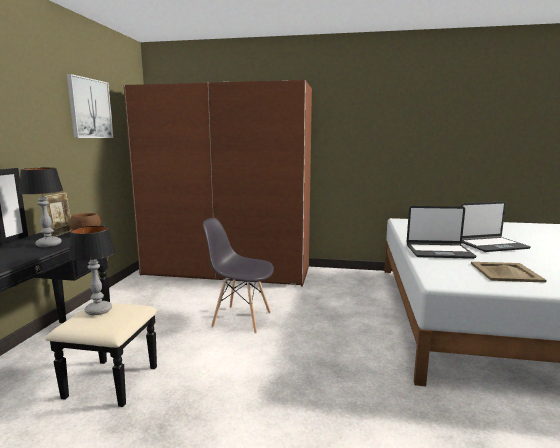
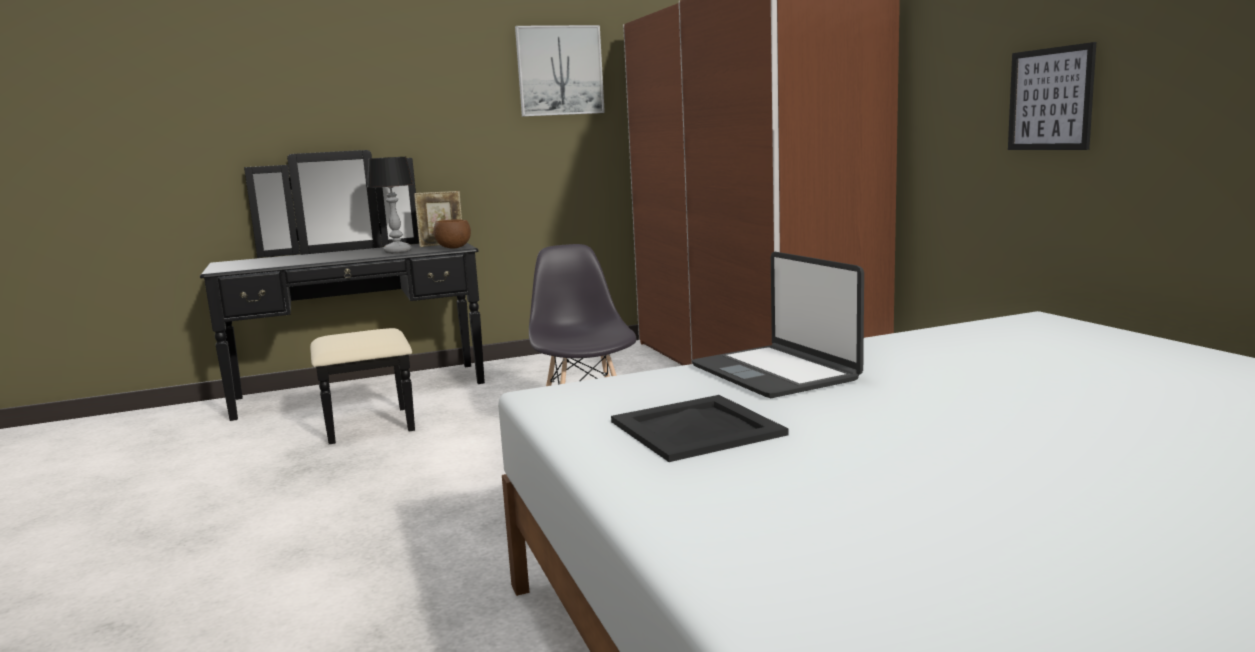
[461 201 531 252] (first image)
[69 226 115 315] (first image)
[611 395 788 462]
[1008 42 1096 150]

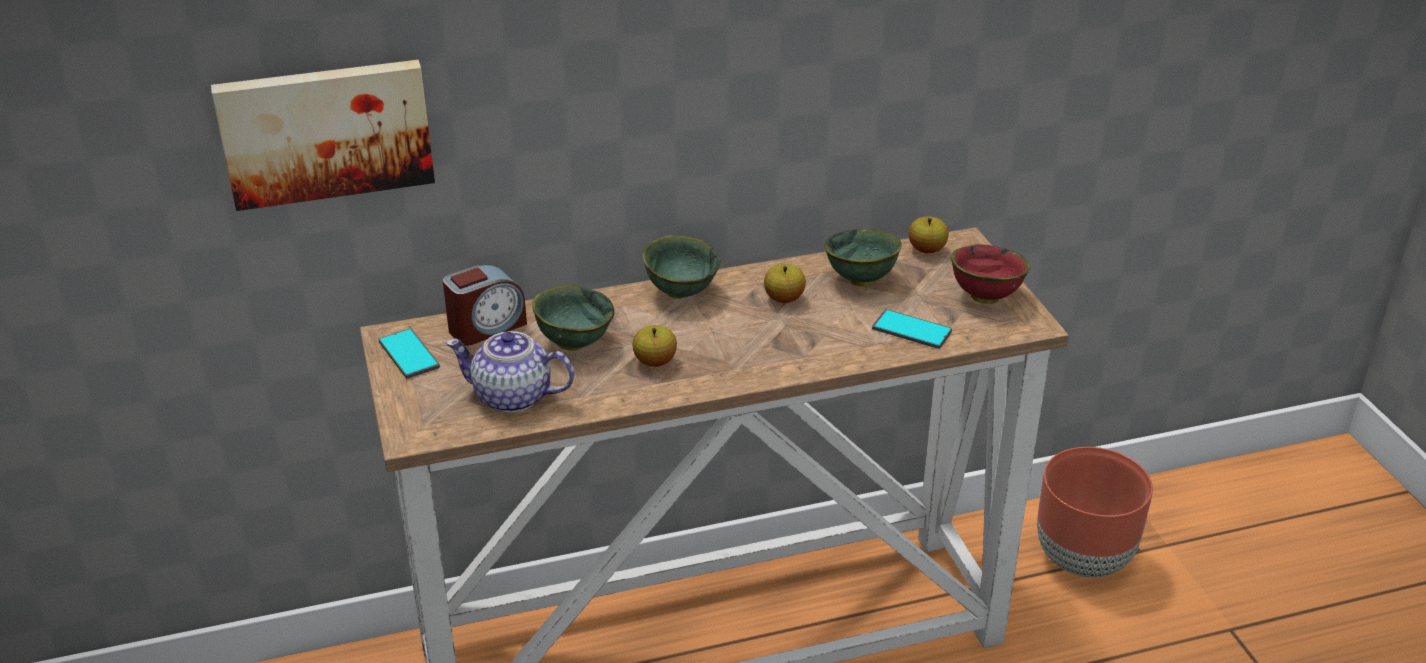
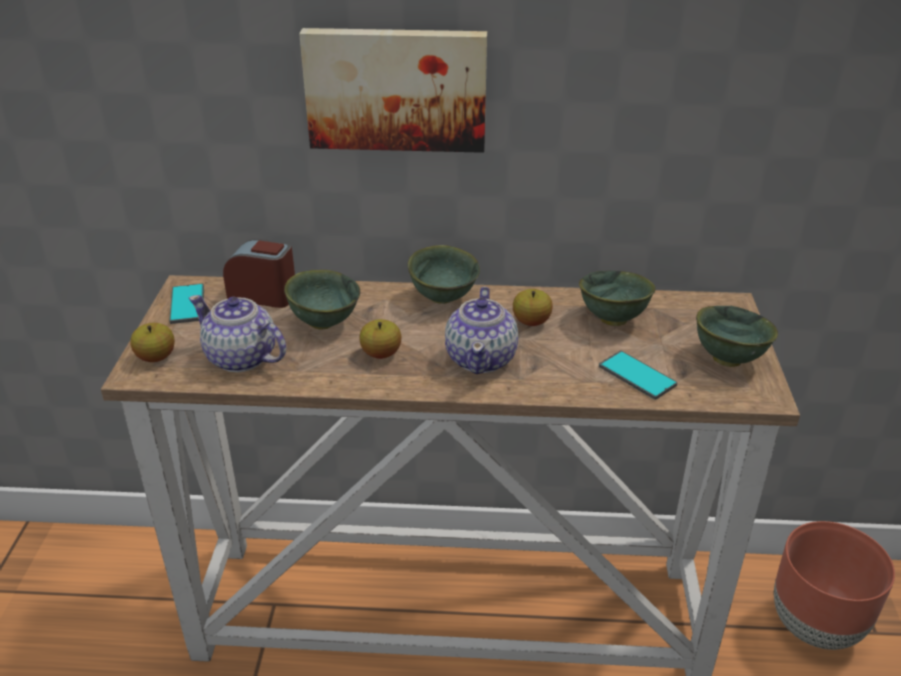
[299 28 487 153]
[130 323 175 362]
[696 306 778 367]
[223 239 295 308]
[445 287 518 374]

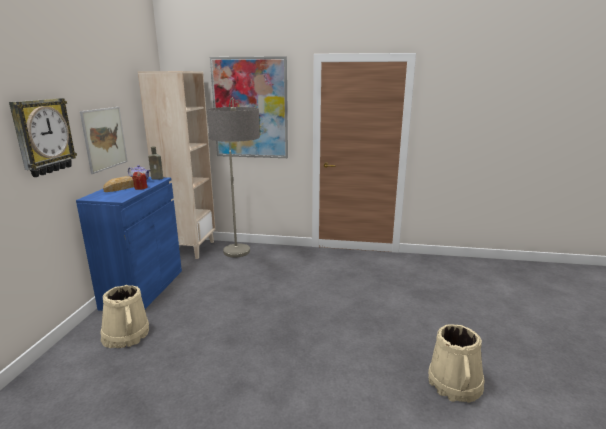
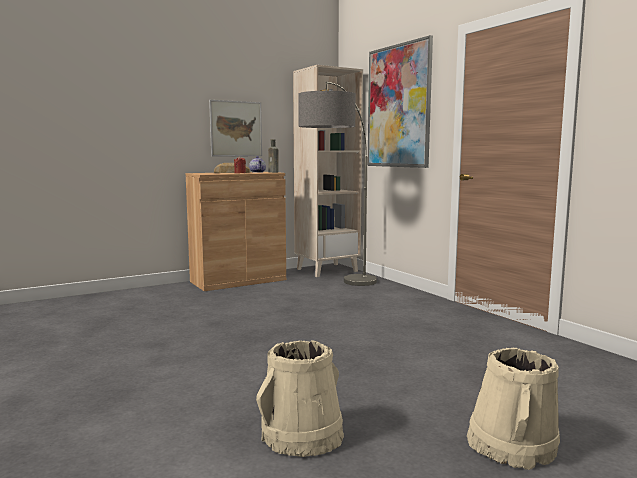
[9 98 77 177] (first image)
[186 172 286 291]
[467 348 560 470]

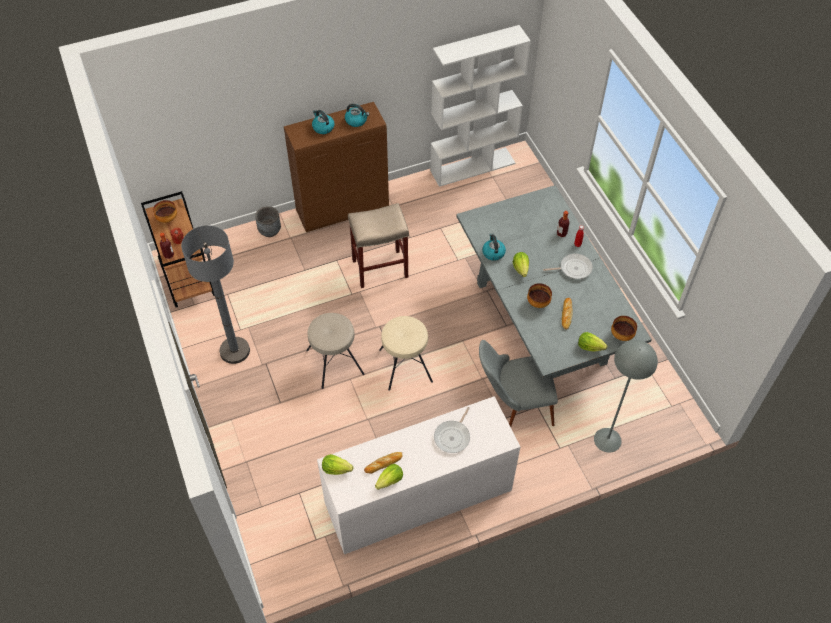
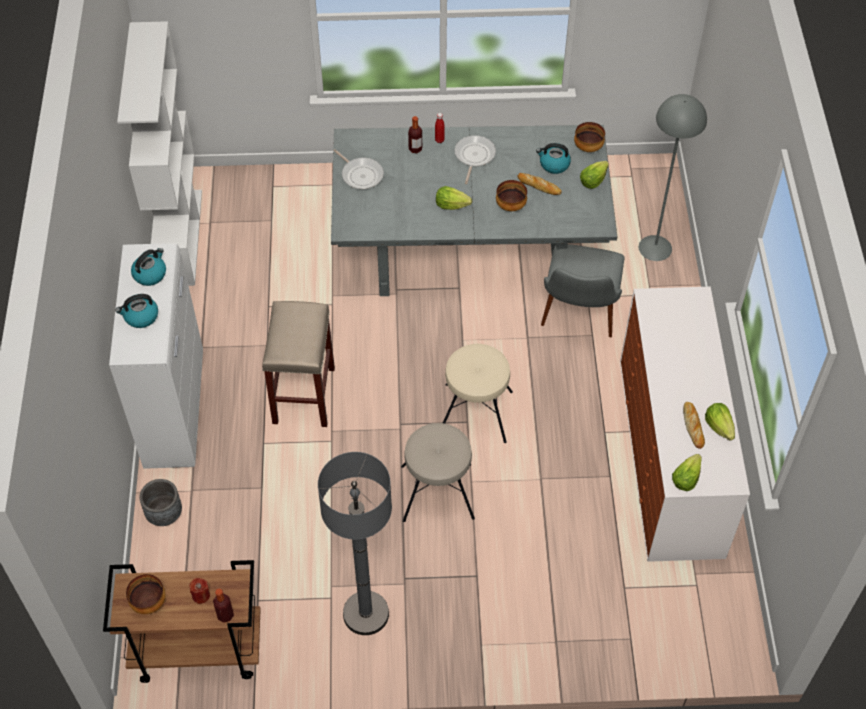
[109 243 203 469]
[536 143 571 174]
[333 149 384 189]

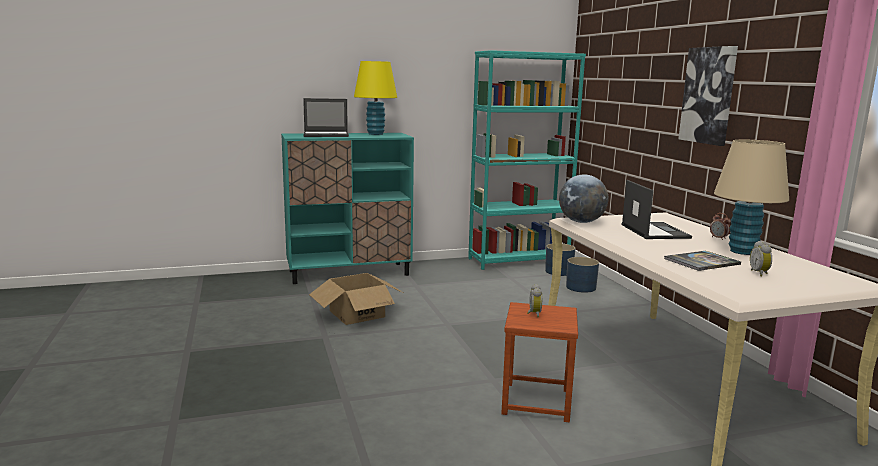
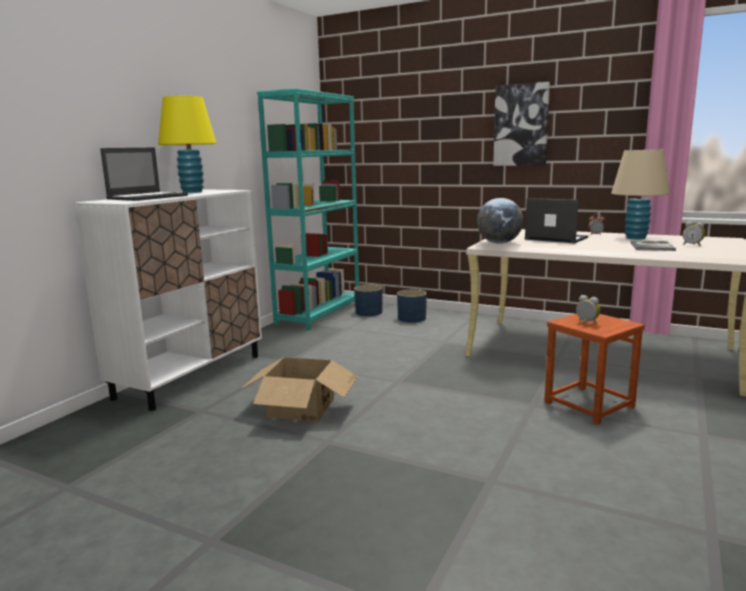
[74 189 262 411]

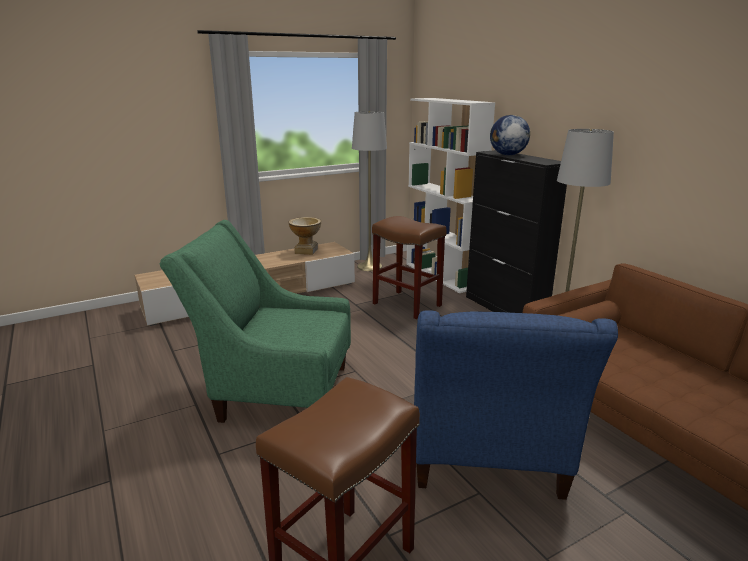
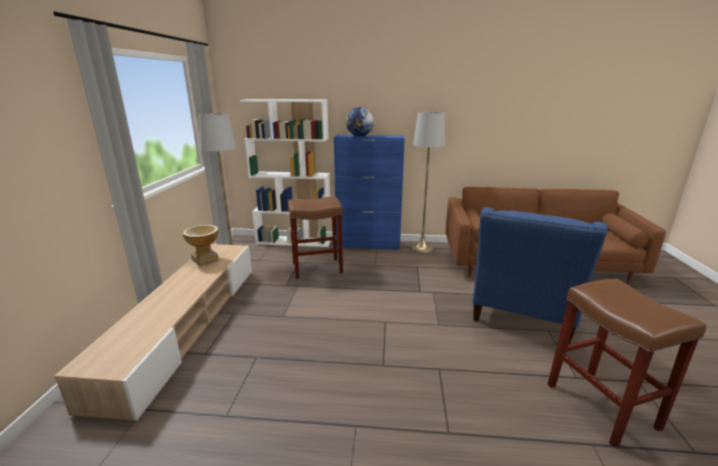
[334 135 405 250]
[160 220 351 423] (first image)
[473 207 608 344]

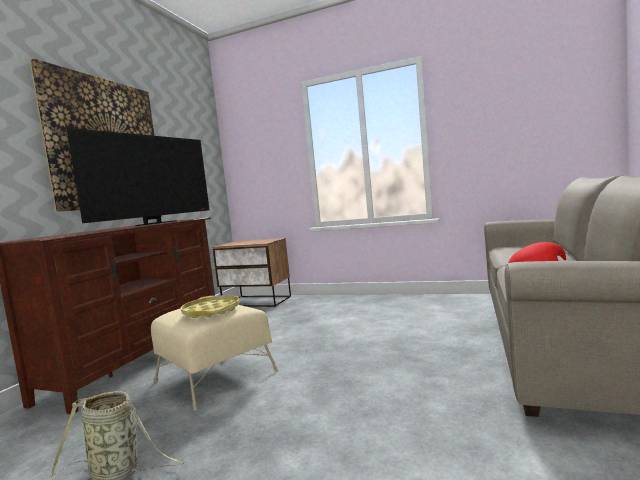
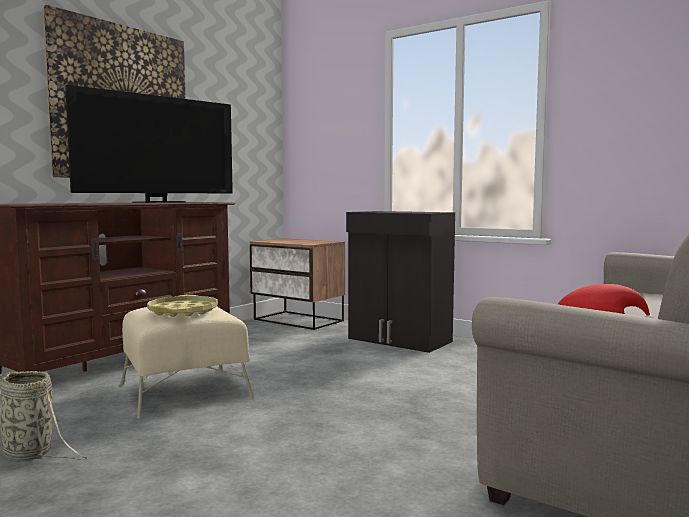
[346 211 455 353]

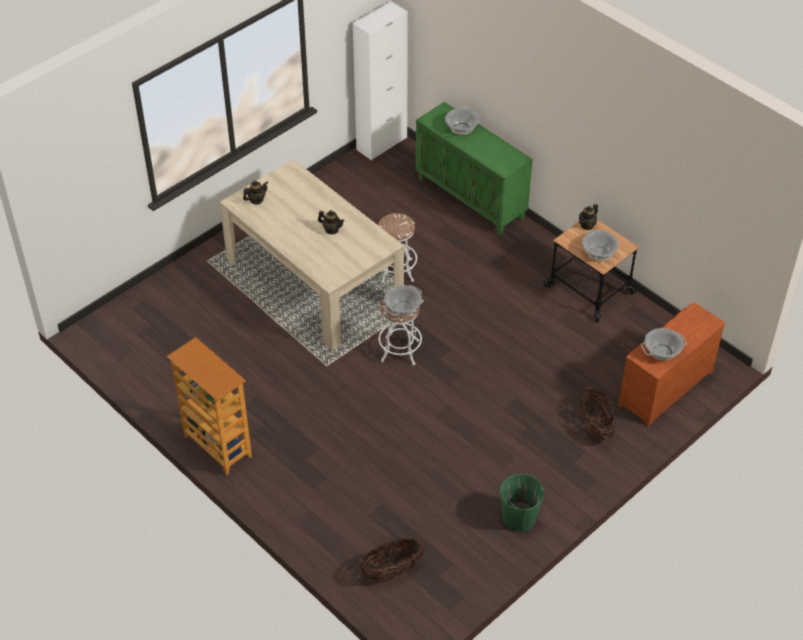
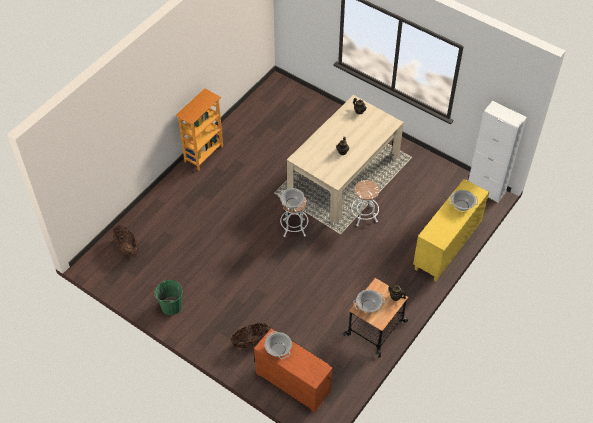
[413 179 489 282]

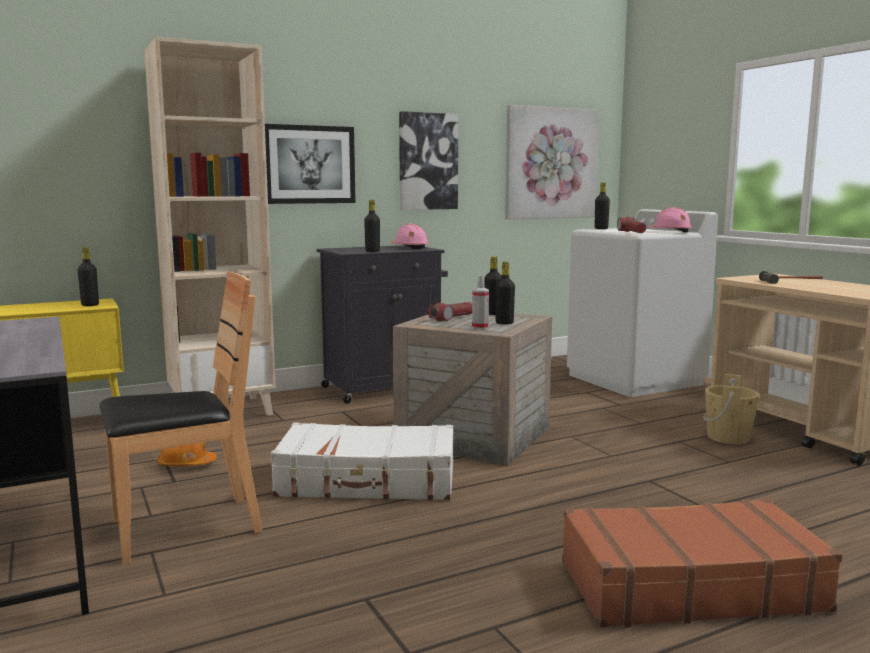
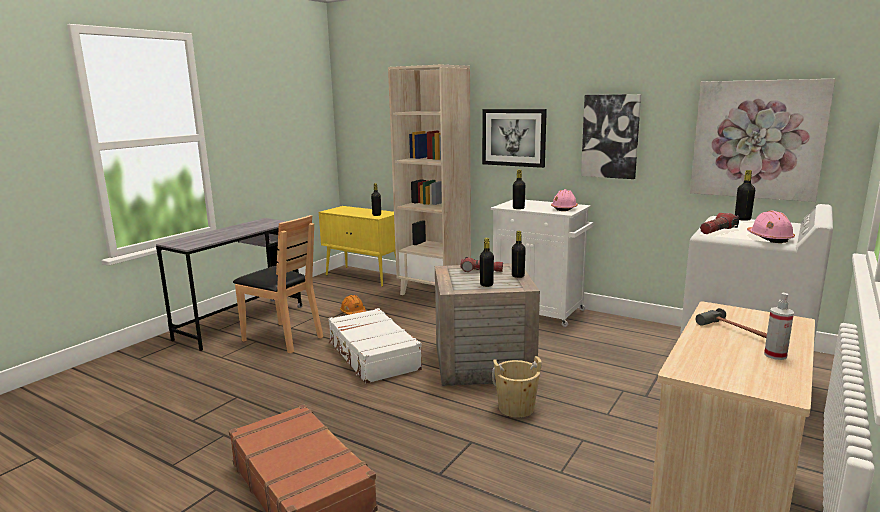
[491 200 593 327]
[764 293 794 360]
[492 356 542 418]

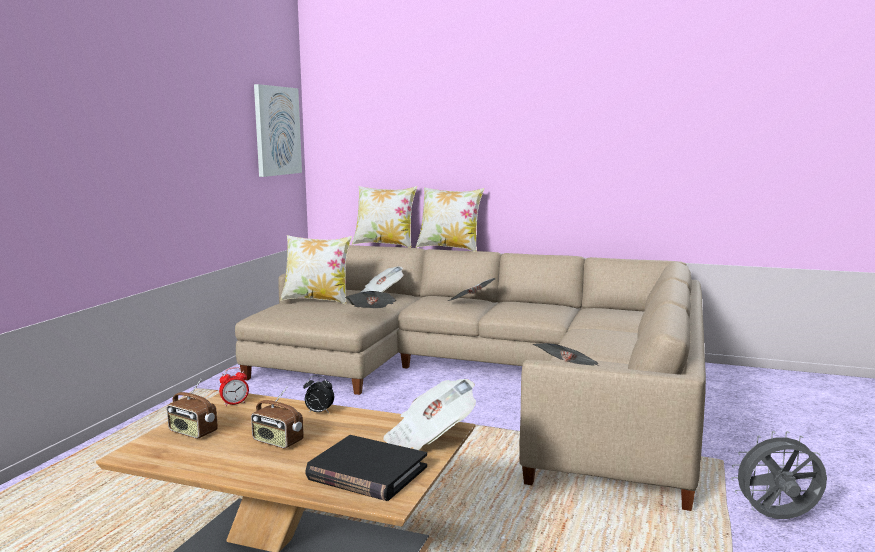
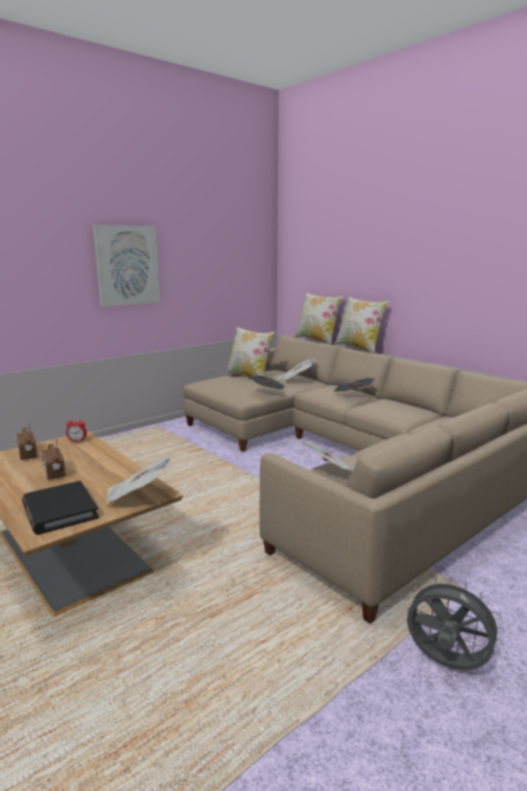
[93 225 160 307]
[303 376 334 413] (first image)

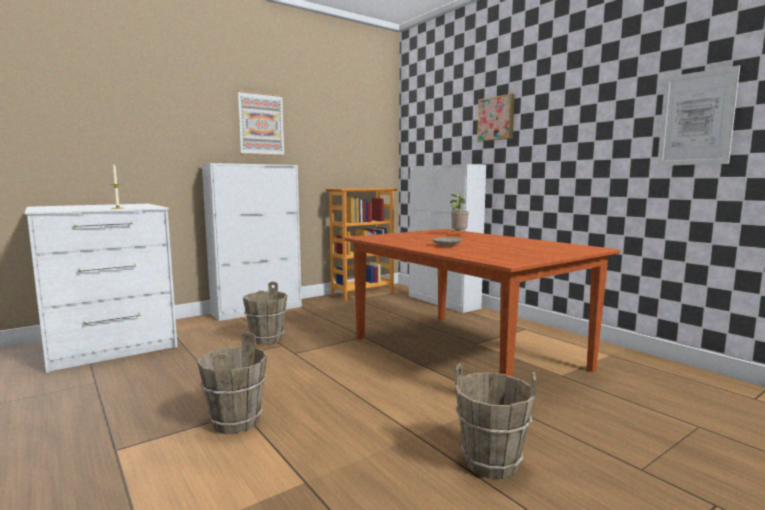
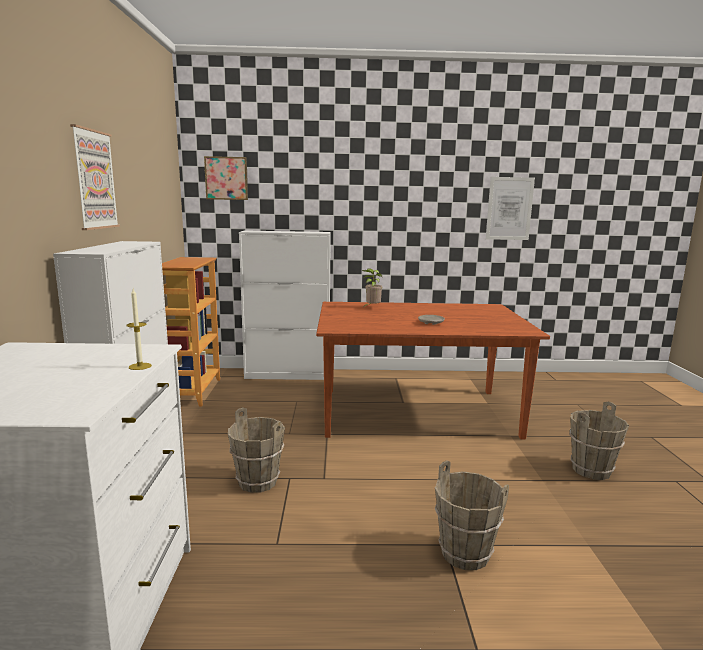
[204 156 248 200]

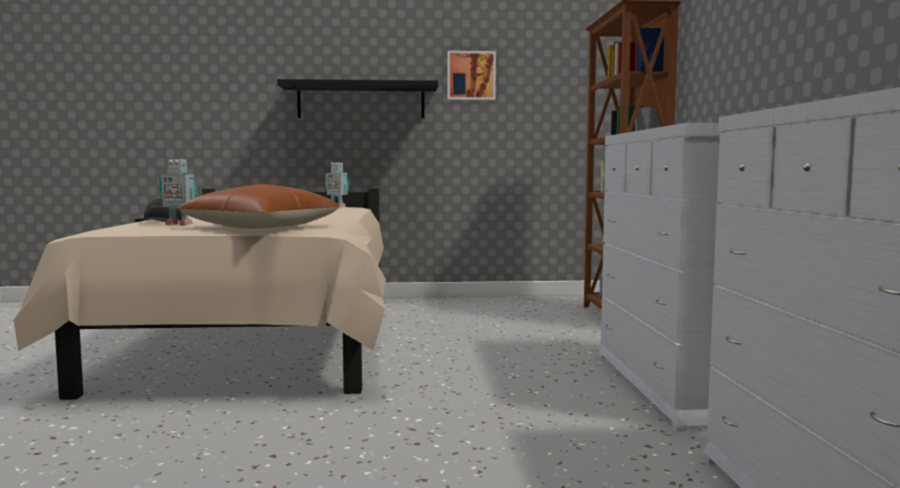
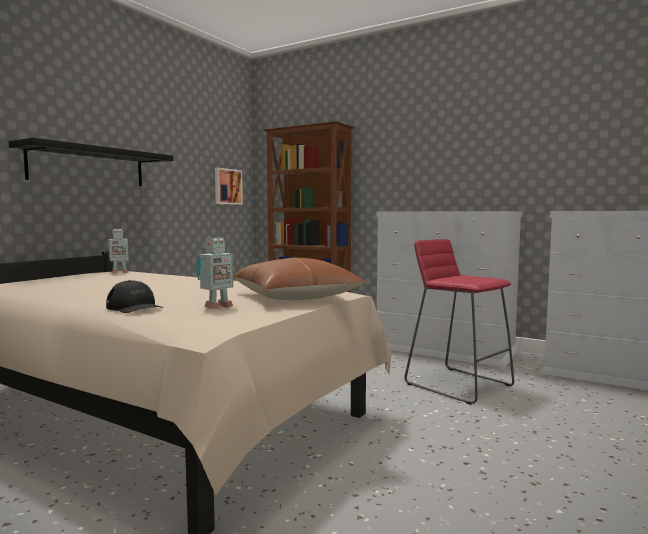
[215 168 243 205]
[404 239 514 405]

